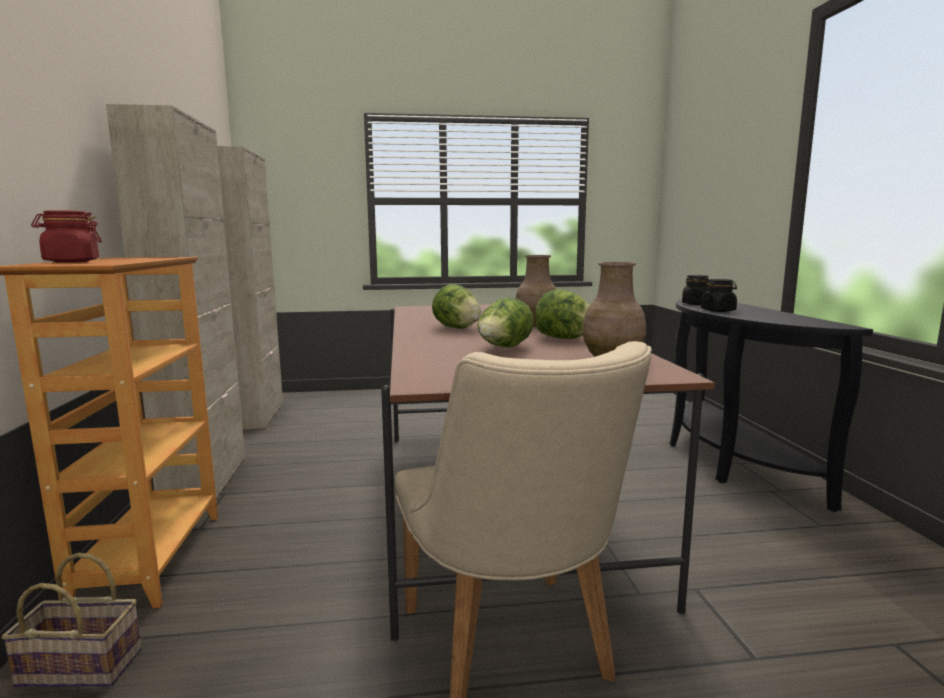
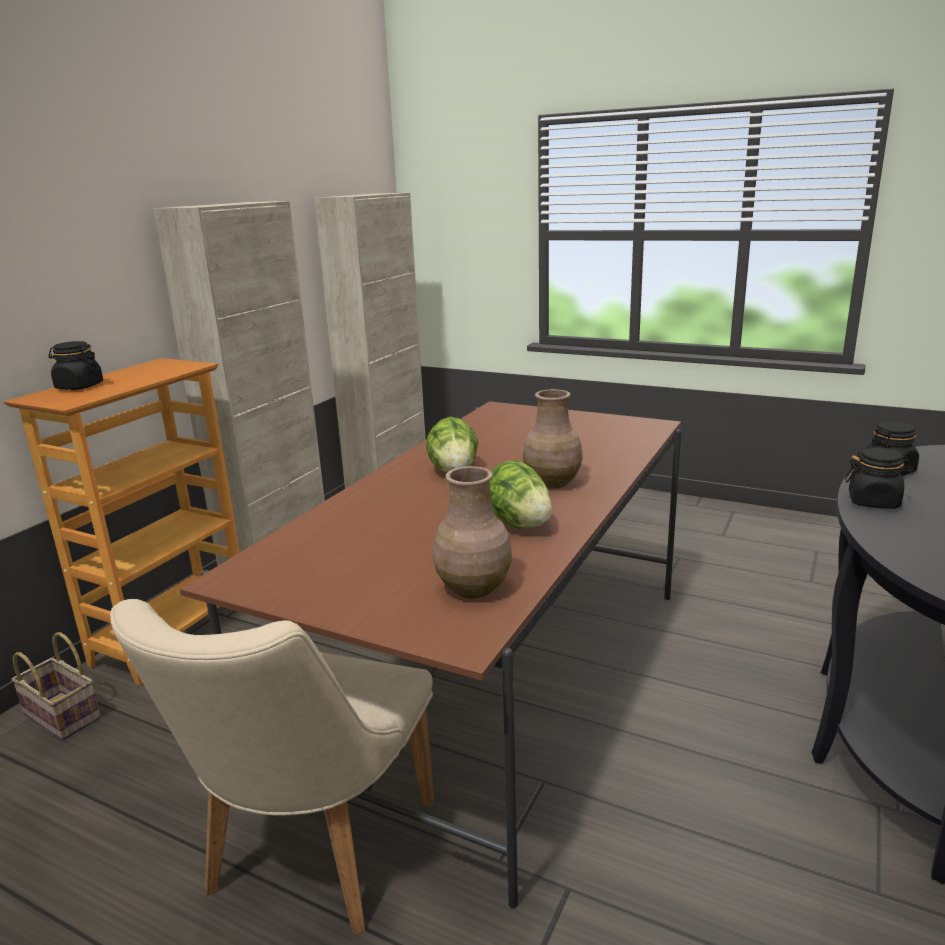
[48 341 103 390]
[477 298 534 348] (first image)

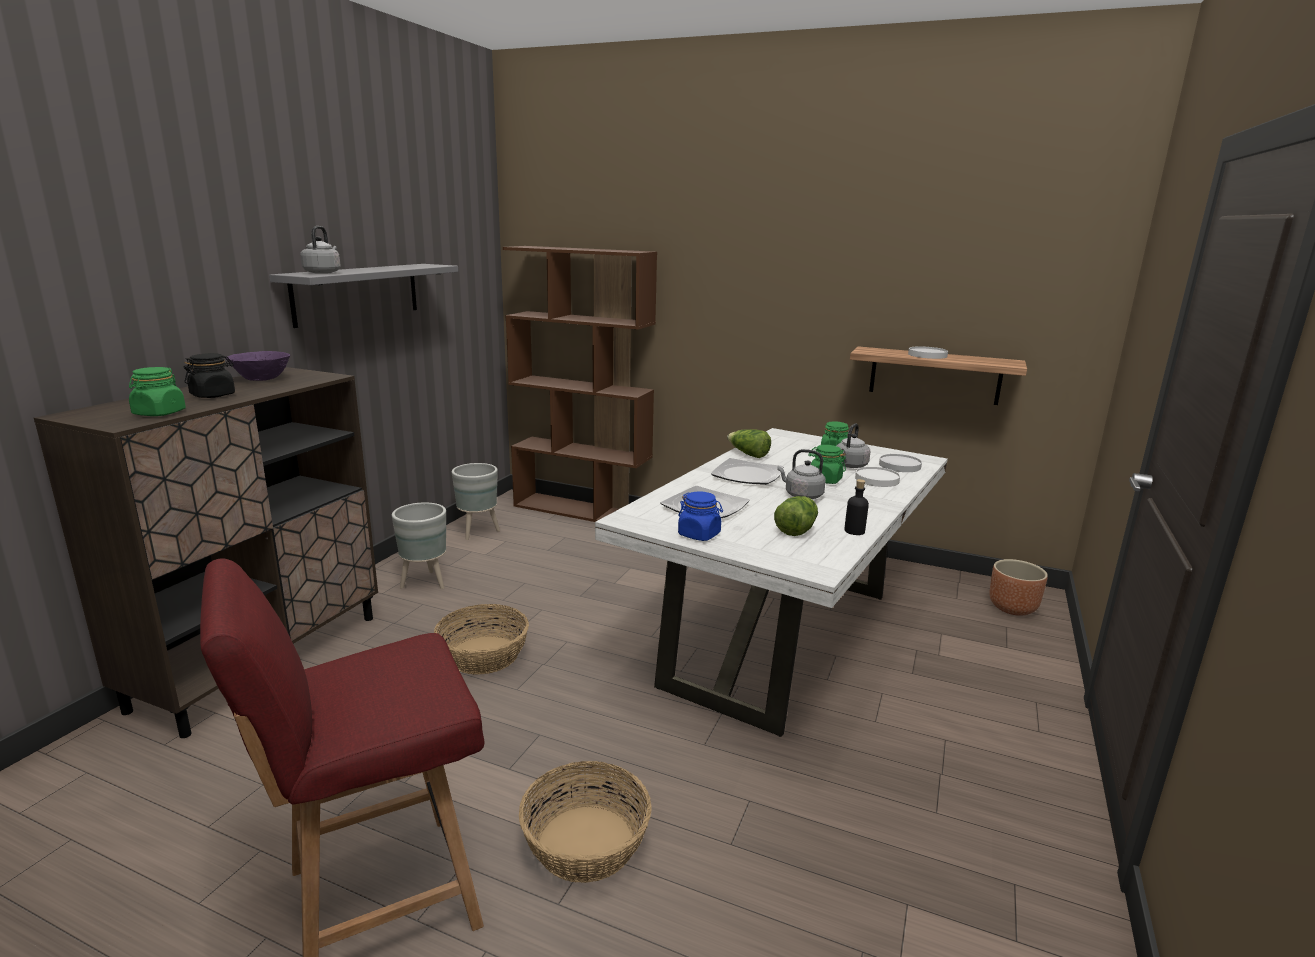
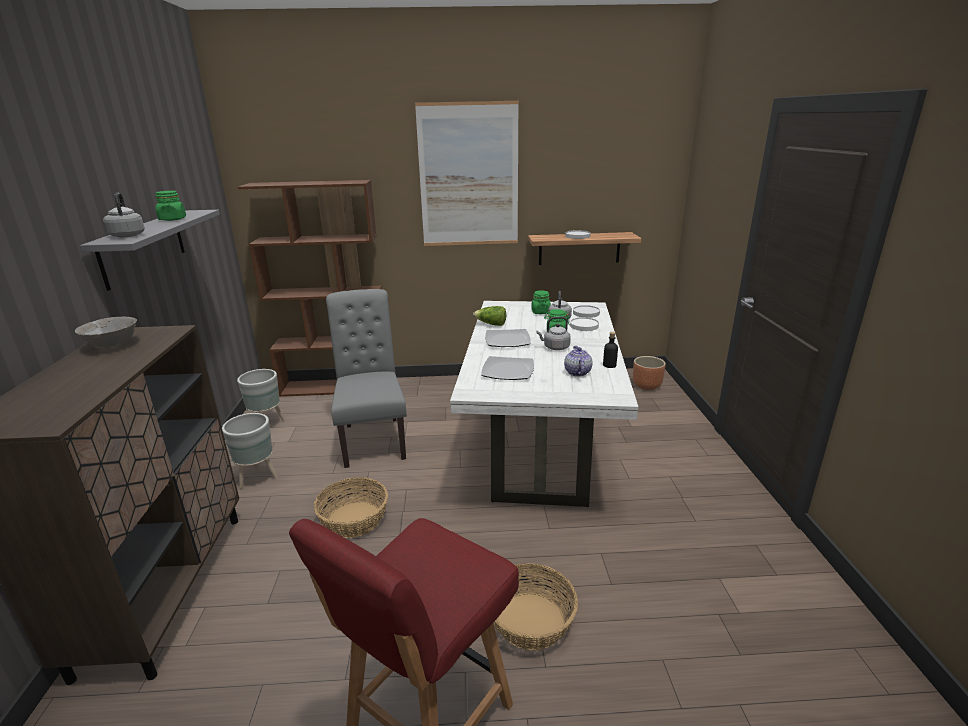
[75 317 137 349]
[184 353 235 398] (first image)
[155 191 186 221]
[678 492 723 541] (first image)
[564 346 592 376]
[415 101 519 246]
[326 289 407 468]

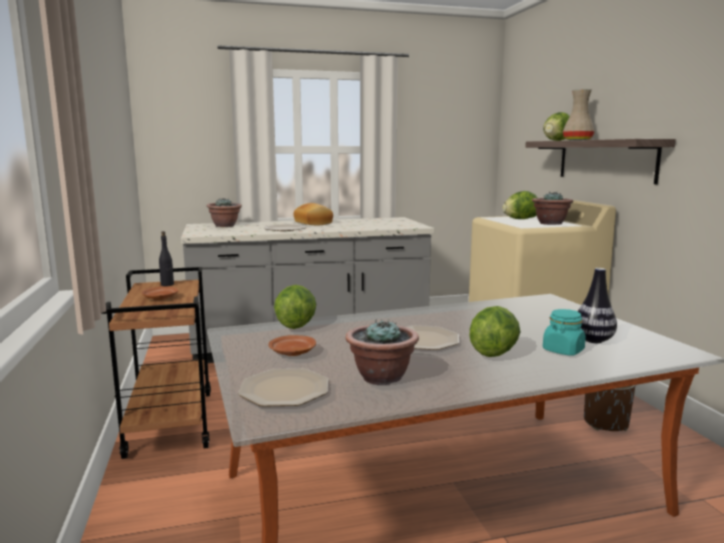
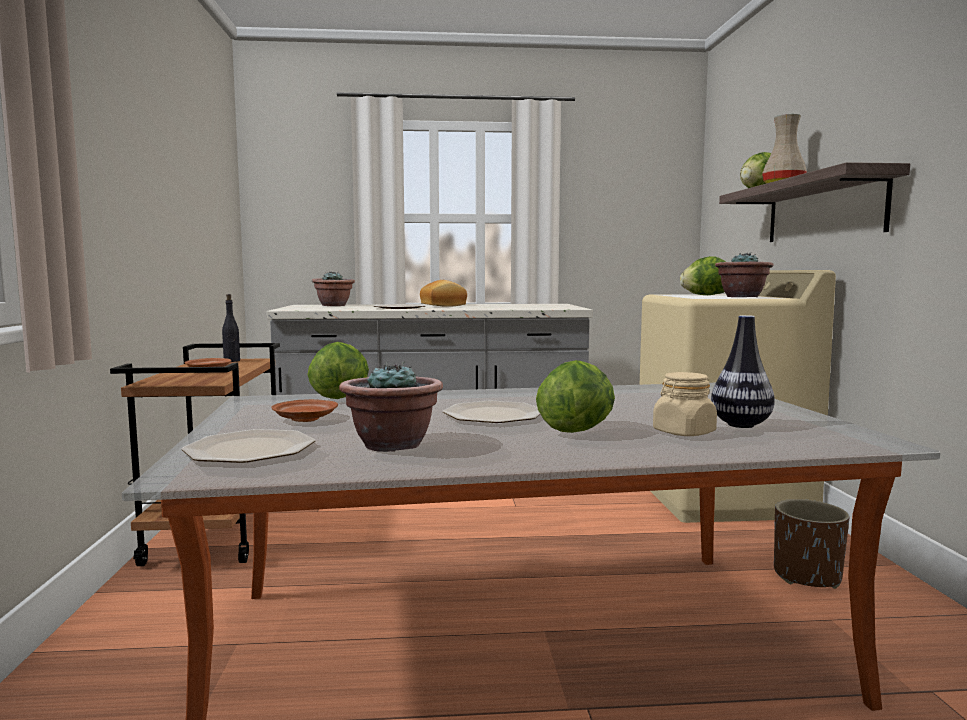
[653 372 717 436]

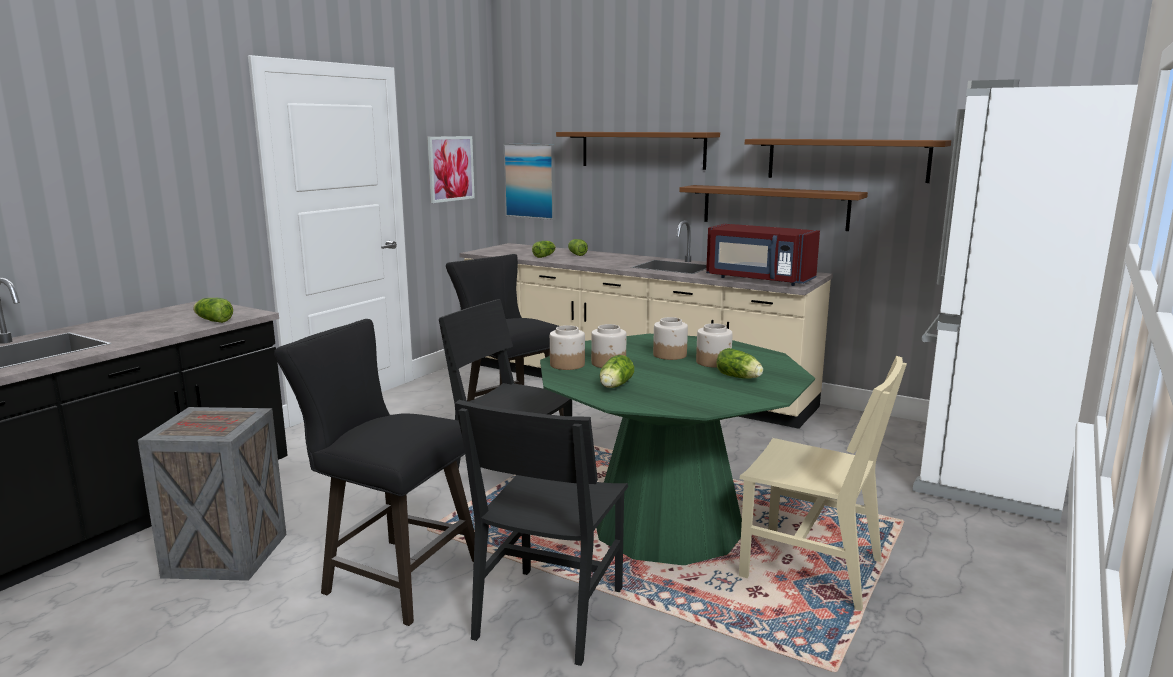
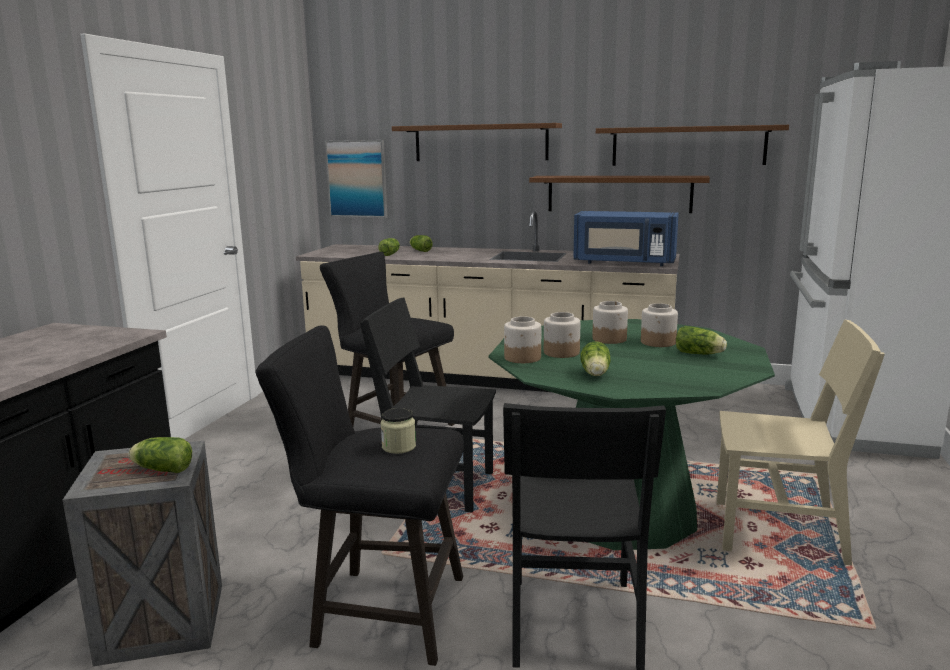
[427 136 475 203] (first image)
[573 211 679 266]
[128 437 192 473]
[381 408 416 454]

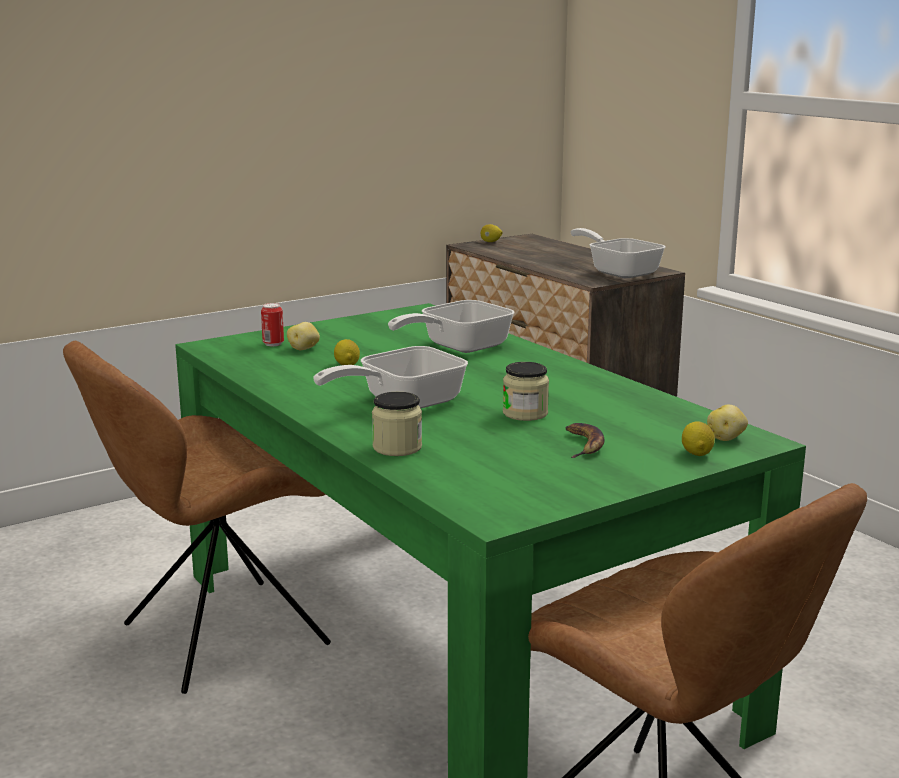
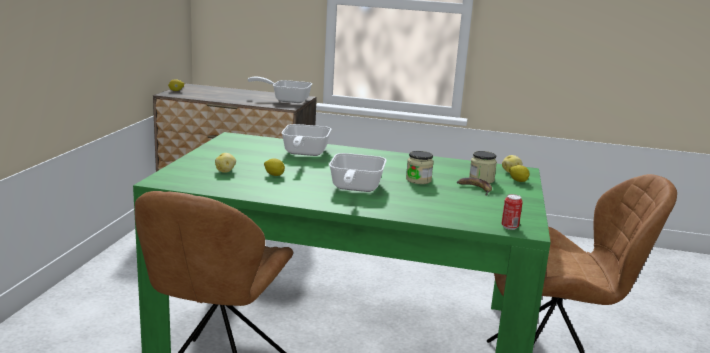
[501 194 523 230]
[469 151 497 183]

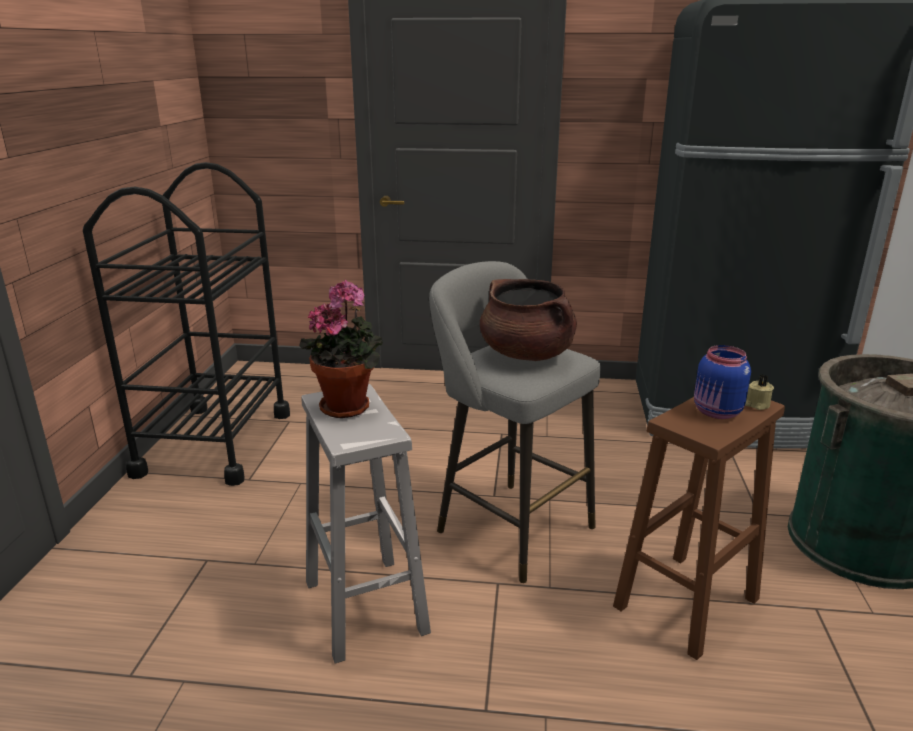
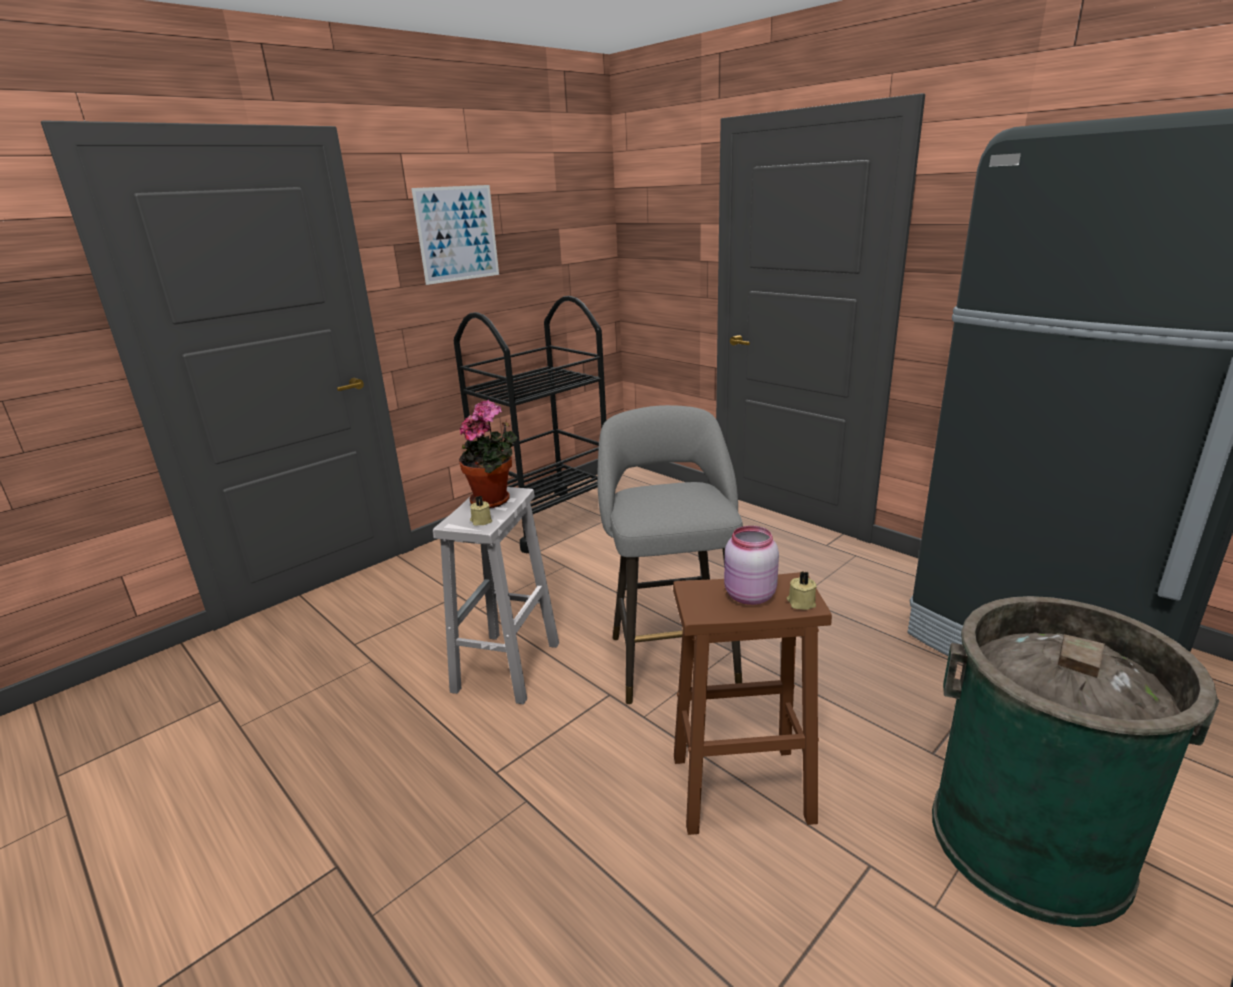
[480 279 577 361] (first image)
[724 526 779 605]
[411 185 499 285]
[470 496 492 526]

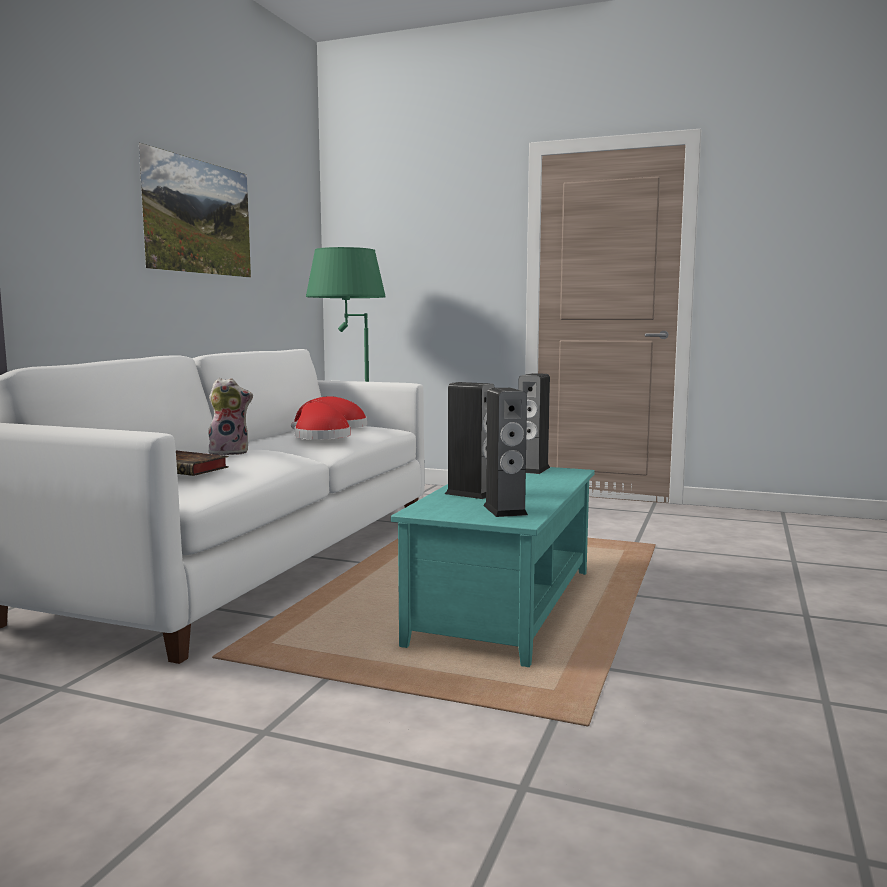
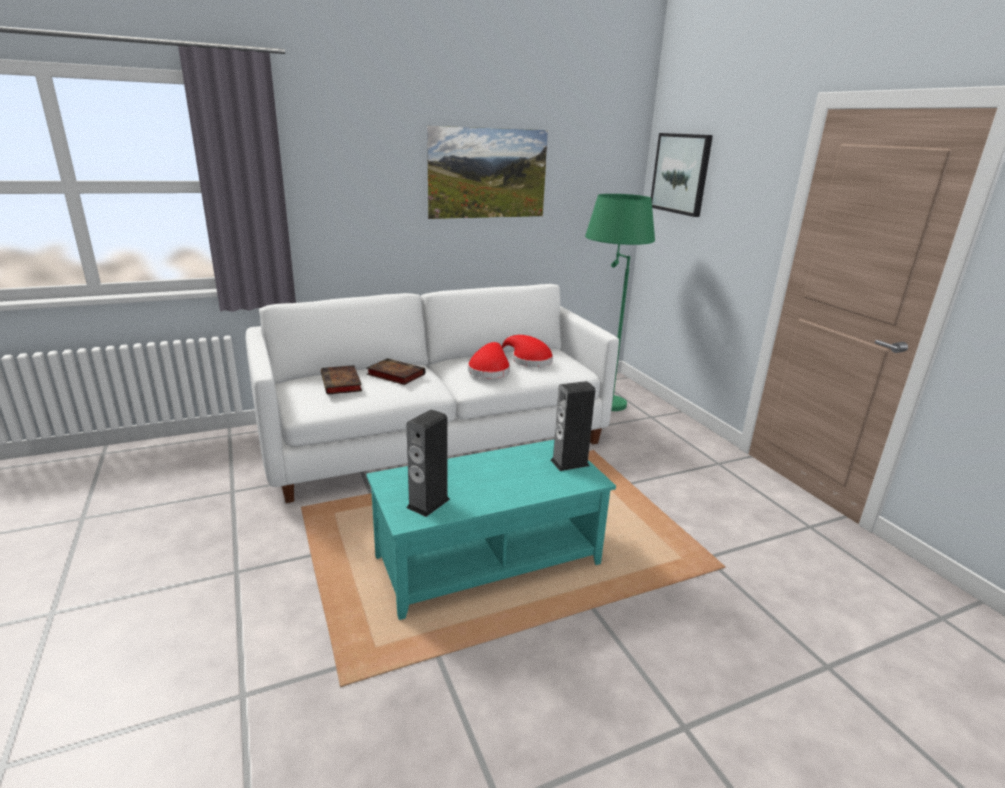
[367 358 425 385]
[445 382 494 499] (first image)
[651 133 713 217]

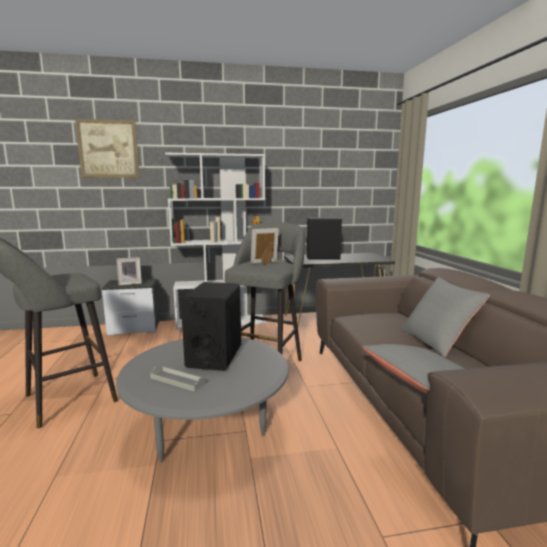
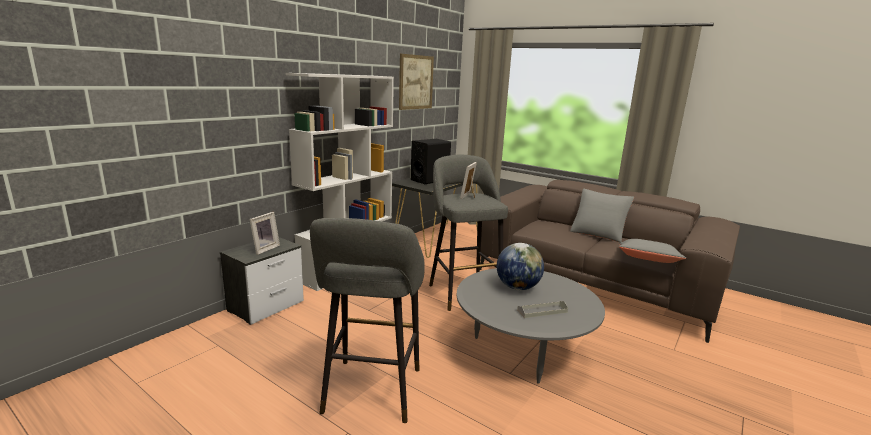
[399 54 434 110]
[497 243 544 290]

